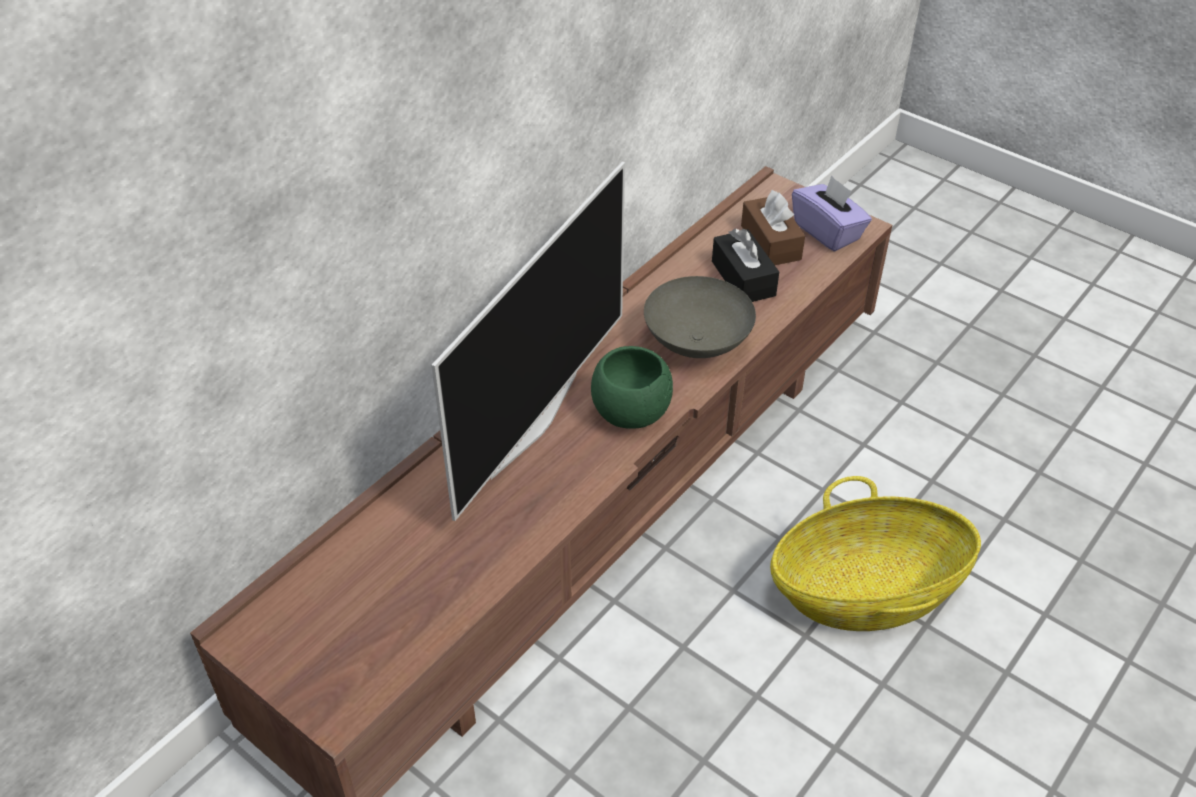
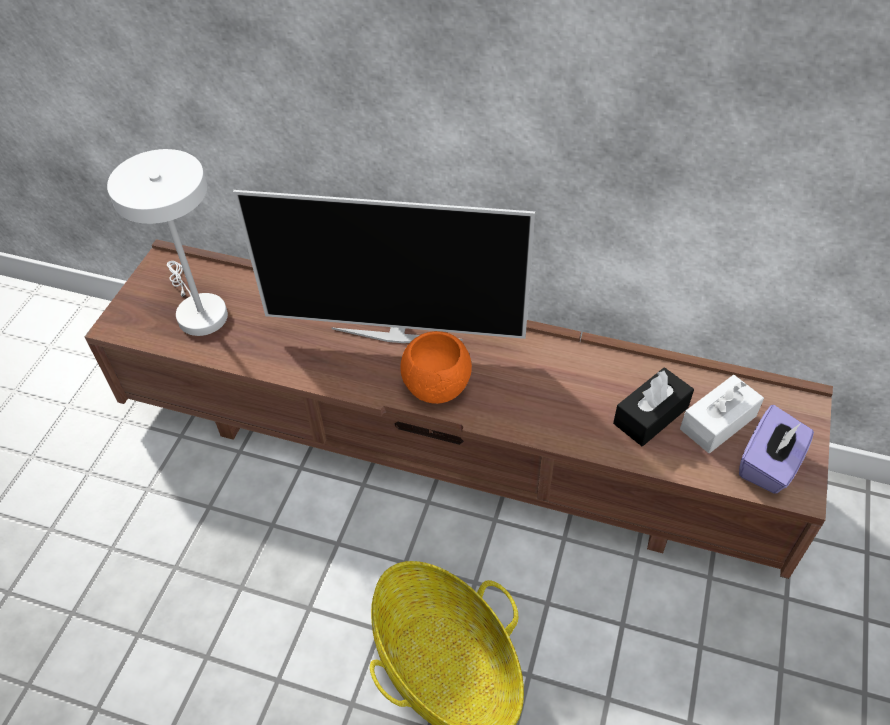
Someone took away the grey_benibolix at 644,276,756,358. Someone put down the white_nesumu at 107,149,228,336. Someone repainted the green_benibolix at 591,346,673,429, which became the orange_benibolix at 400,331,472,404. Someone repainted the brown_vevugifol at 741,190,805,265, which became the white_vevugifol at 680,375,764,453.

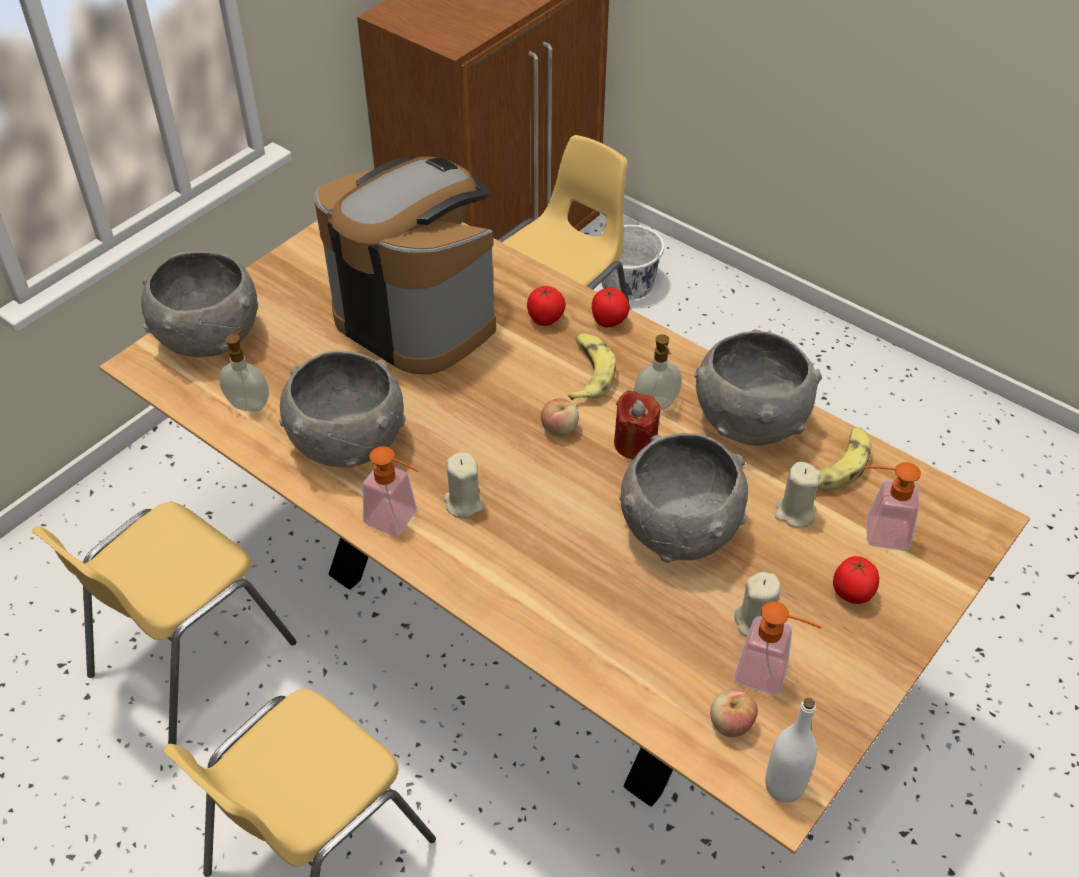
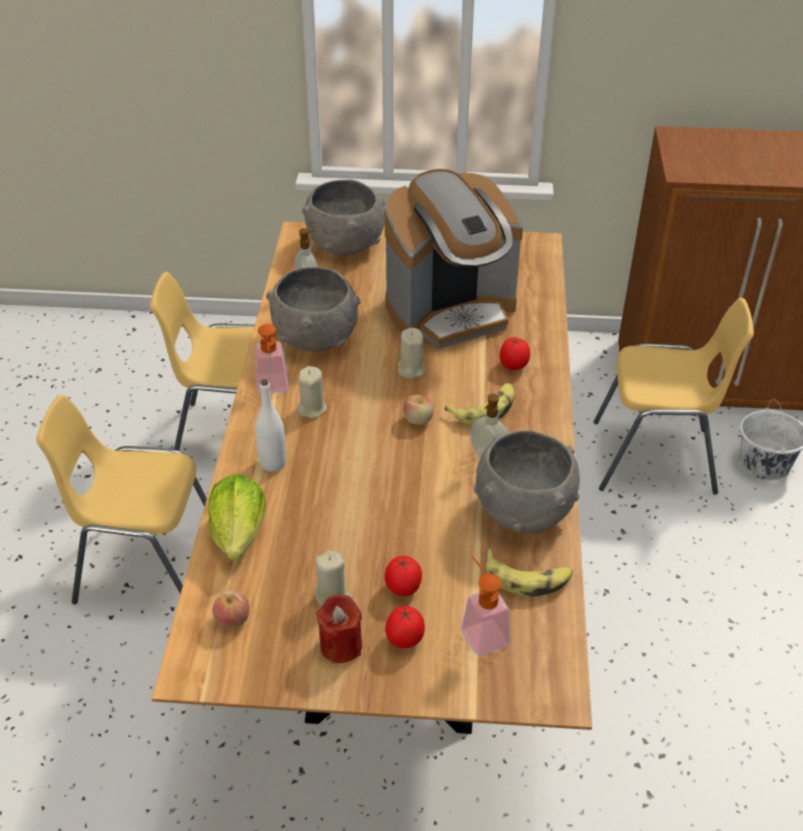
Someone took away the grey_benibolix at 619,433,748,563. Someone took away the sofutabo at 735,601,822,694. Someone put down the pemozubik at 208,474,266,560. Someone carried the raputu from 592,288,630,328 to 385,556,422,596. Someone carried the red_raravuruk from 614,390,660,459 to 316,594,362,663. Someone carried the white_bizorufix from 765,698,817,803 to 255,379,286,472. Someone carried the beige_raravuruk from 775,462,821,528 to 398,328,425,379. Someone rotated the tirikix at 314,157,496,374 by 60 degrees clockwise.

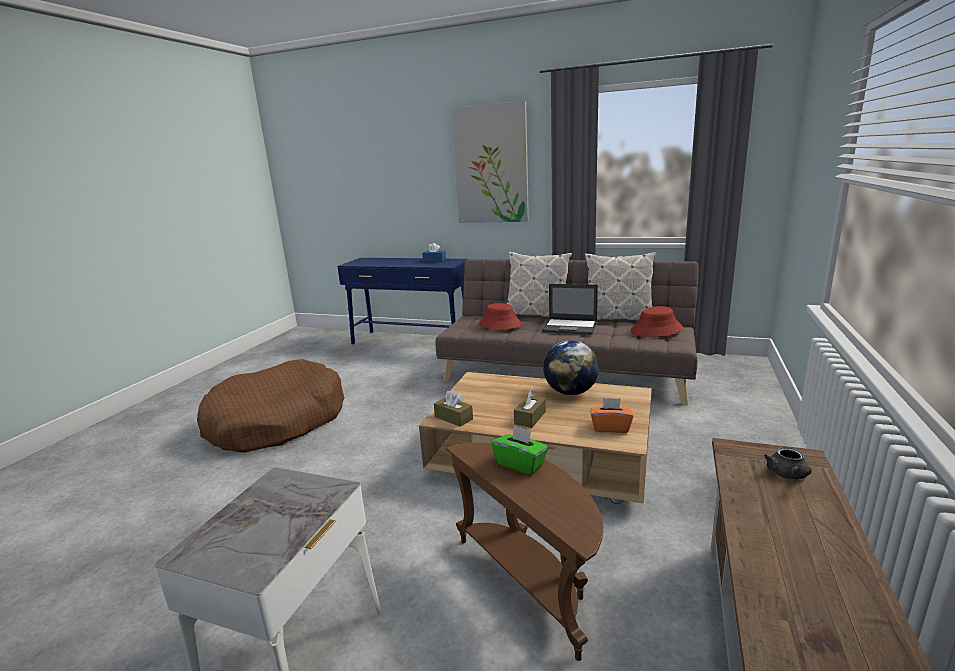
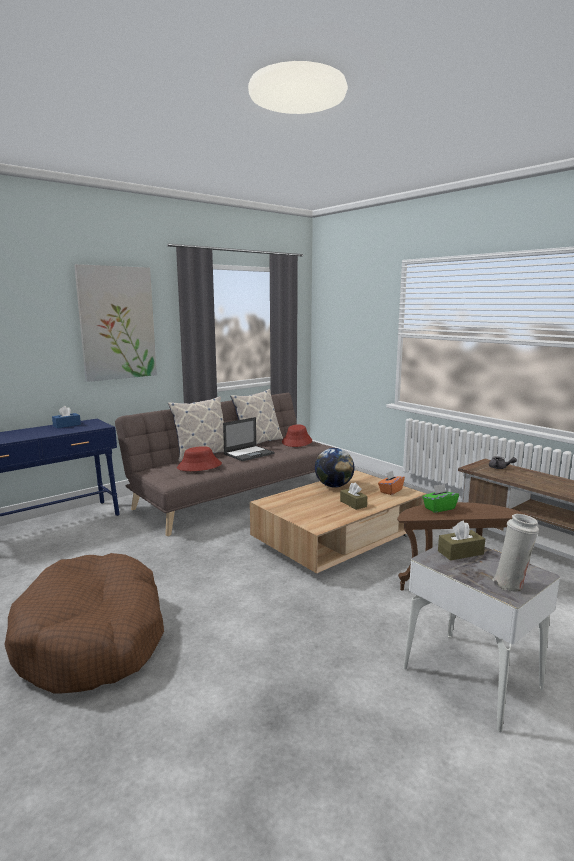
Someone put down the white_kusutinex at 492,514,539,592. Someone carried the brown_vevugifol from 434,390,473,427 to 438,520,485,561.

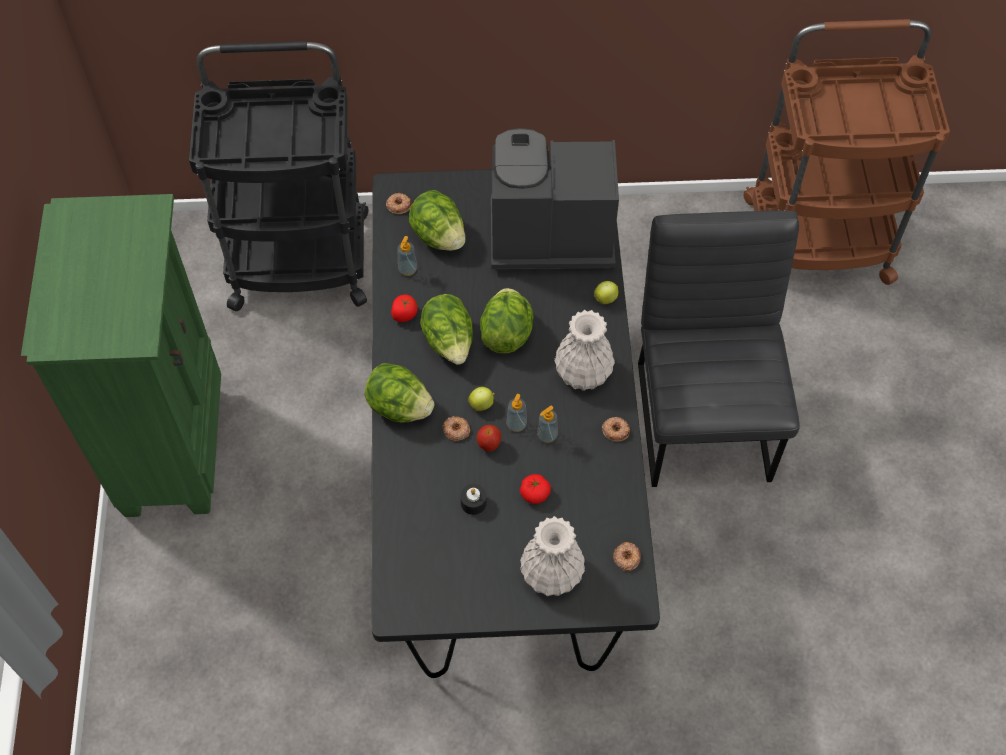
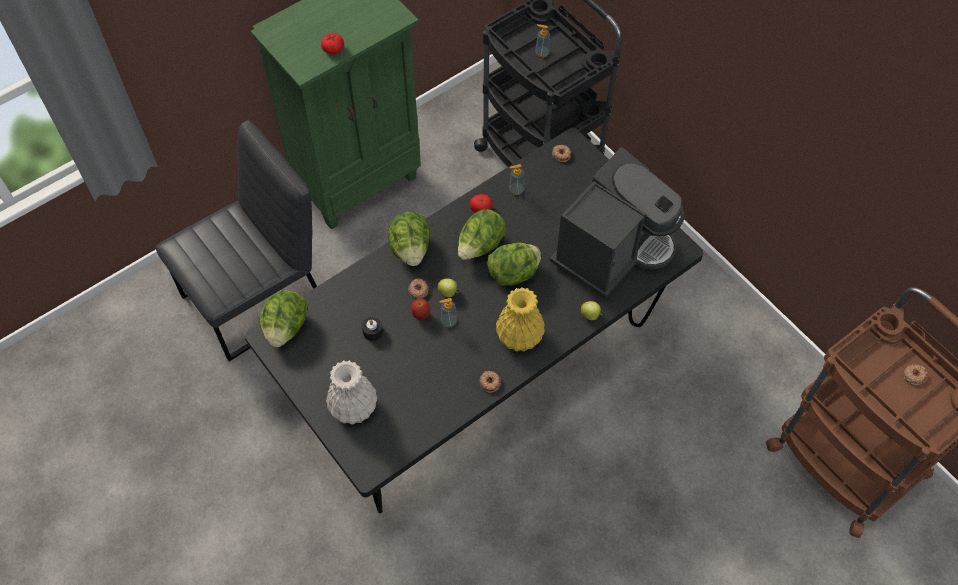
Someone carried the pemozubik from 409,190,465,251 to 260,290,308,347. Someone carried the raputu from 520,474,551,504 to 321,33,344,54. Someone carried the sofutabo from 537,406,558,443 to 535,24,550,58. Someone carried the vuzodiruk from 613,542,641,571 to 904,364,927,385. Someone carried the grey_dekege from 638,210,800,487 to 156,120,317,362. Someone repainted the white_kusutinex at 555,310,615,391, which became the yellow_kusutinex at 496,287,545,352. Someone rotated the tirikix at 491,128,619,269 by 75 degrees clockwise.

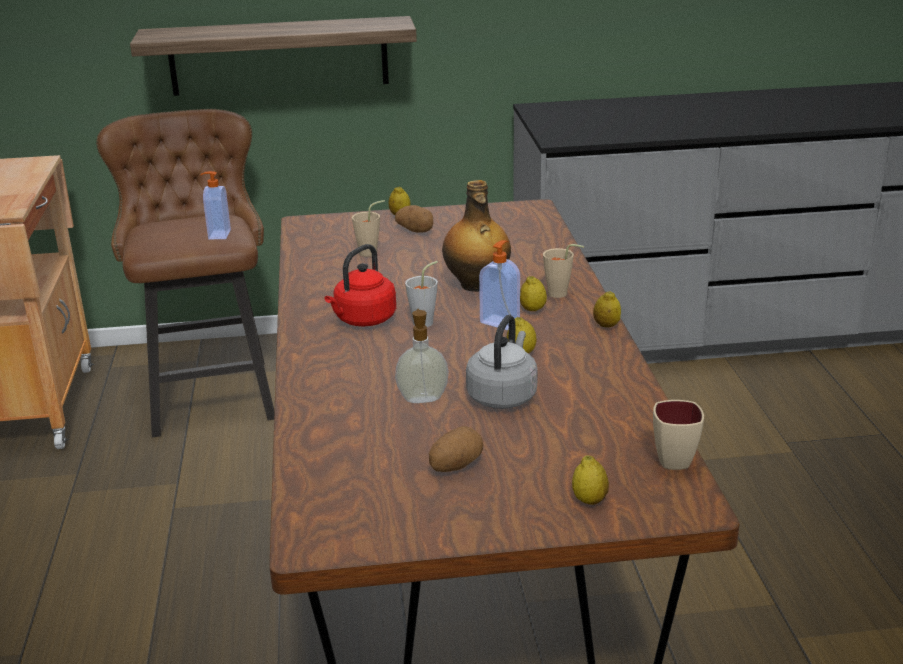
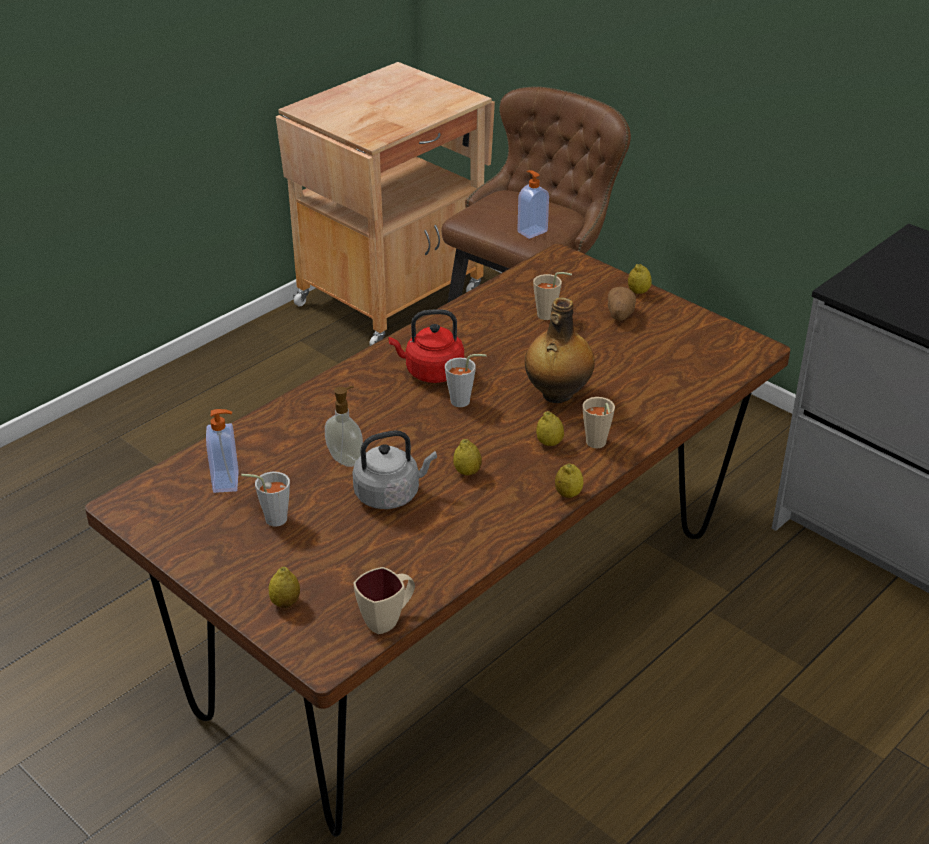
Someone took away the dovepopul at 130,16,417,96. Someone carried the sofutabo from 479,240,520,330 to 206,409,239,493. Someone swapped the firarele at 429,426,483,472 for the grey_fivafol at 241,471,290,527.

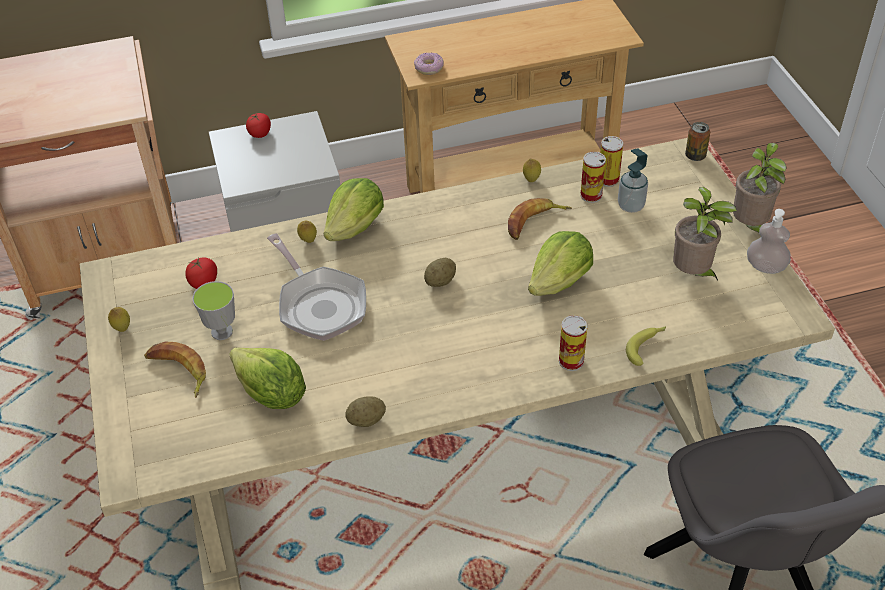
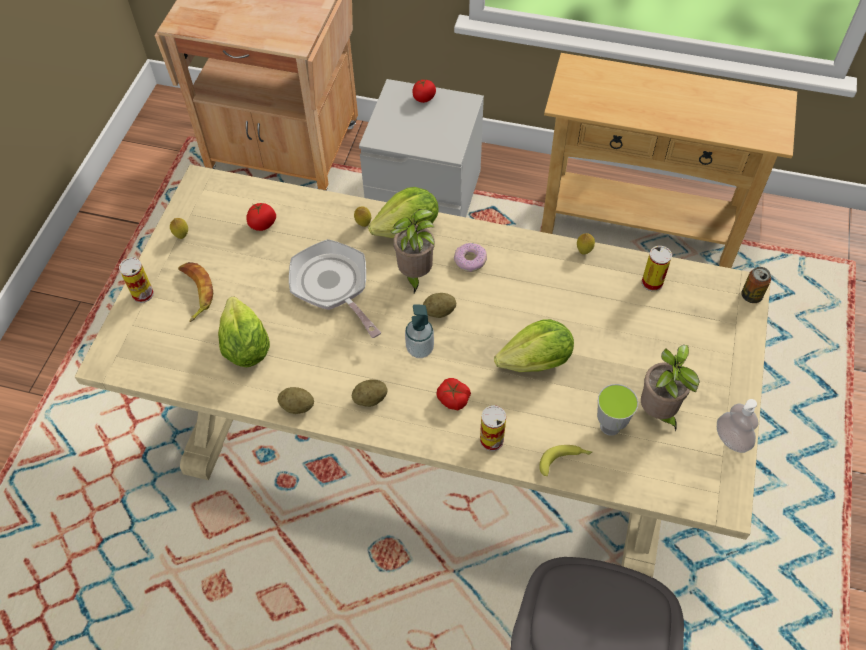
Someone took away the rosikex at 508,198,572,240. Someone put down the firarele at 352,379,387,407. Someone put down the raputu at 436,378,471,410. Someone carried the fivafol from 192,281,235,340 to 597,384,638,436. Someone carried the vuzodiruk from 414,53,444,75 to 454,243,487,272. Someone carried the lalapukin from 580,152,606,203 to 119,257,154,303. Someone carried the sofutabo from 618,148,648,213 to 405,304,434,358. Someone carried the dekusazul from 733,143,787,232 to 390,209,435,293. Someone rotated the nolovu at 267,233,366,341 by 150 degrees clockwise.

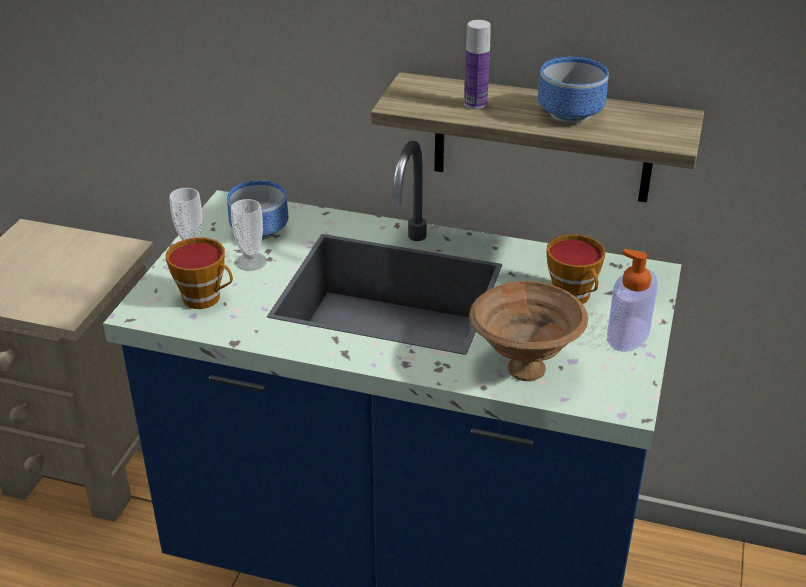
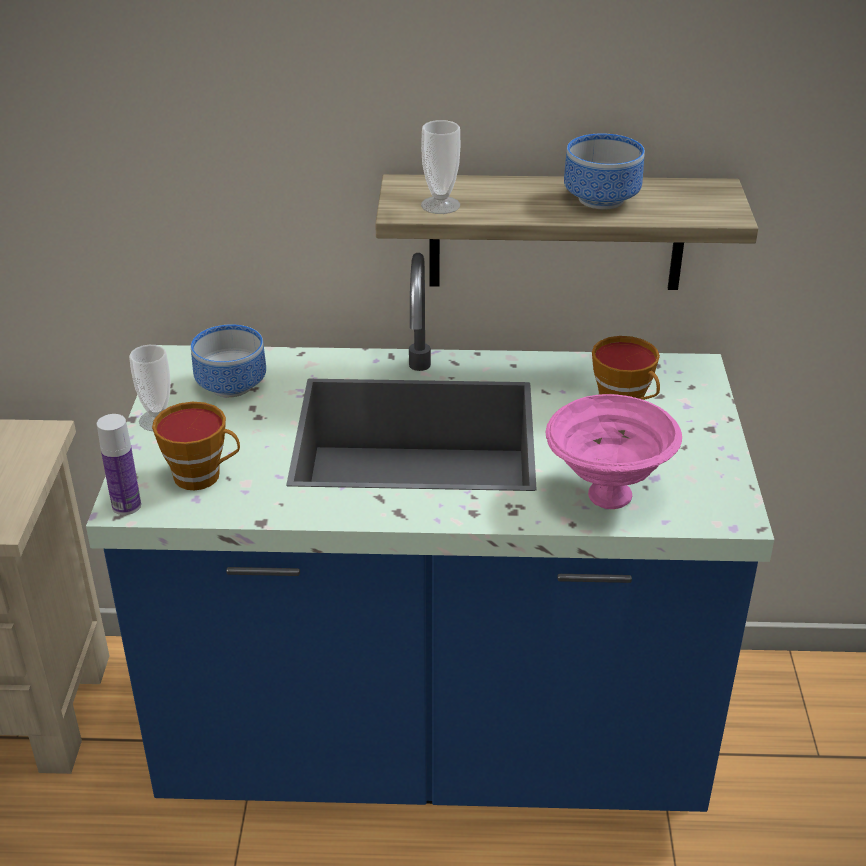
Someone took away the sofutabo at 607,249,658,352. Someone carried the fivafol from 231,199,267,271 to 421,120,461,214. Someone carried the bizorufix from 464,20,491,109 to 97,414,141,515. Someone repainted the brown_benibolix at 469,281,588,381, which became the pink_benibolix at 546,394,682,509.

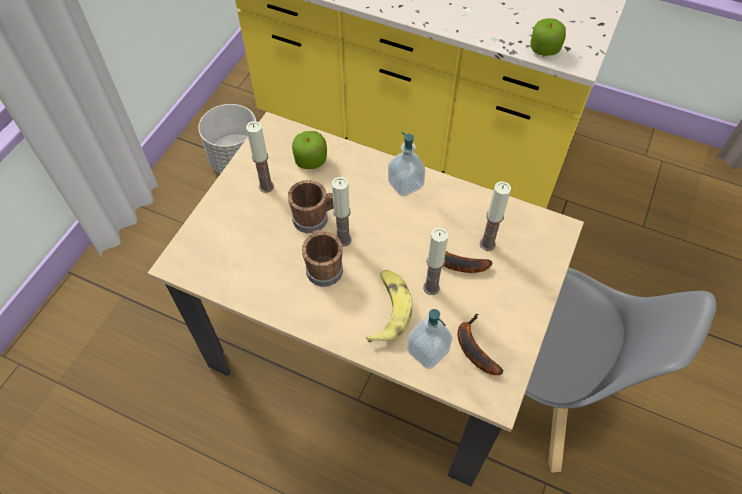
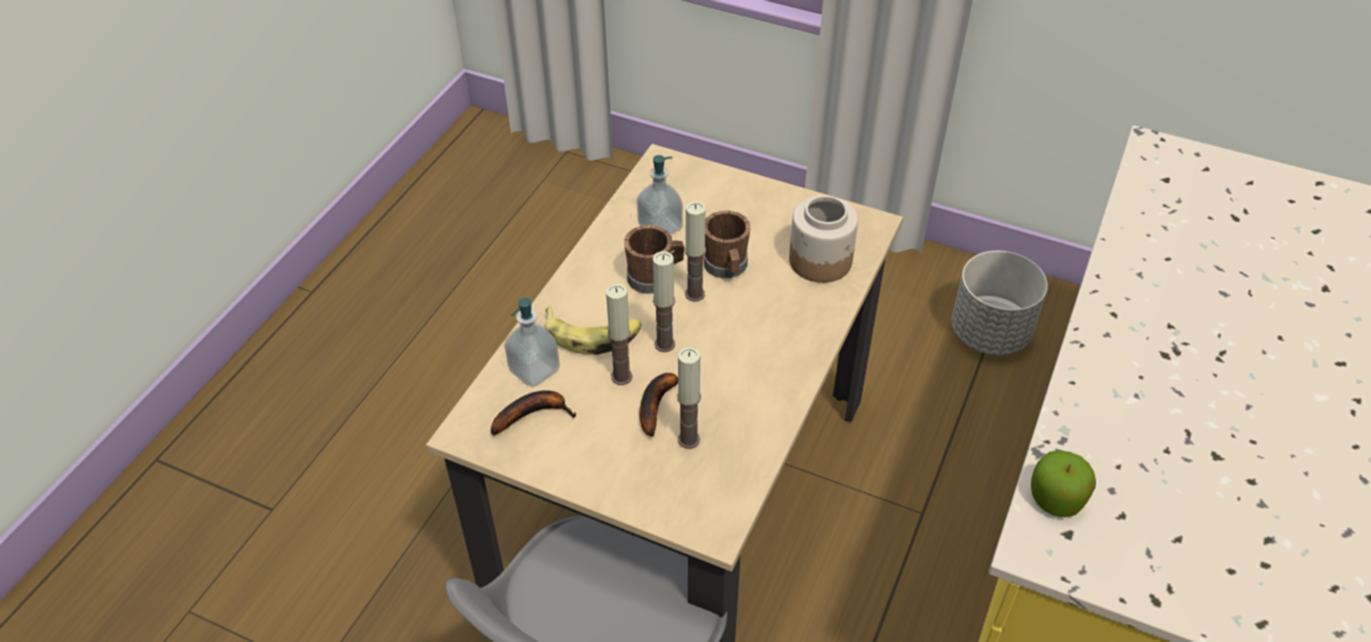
Someone carried the raravuruk from 246,121,274,193 to 653,251,675,352. Someone carried the sofutabo from 388,132,426,196 to 637,155,683,234. Someone swapped the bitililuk at 292,131,327,169 for the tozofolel at 789,196,858,283.

